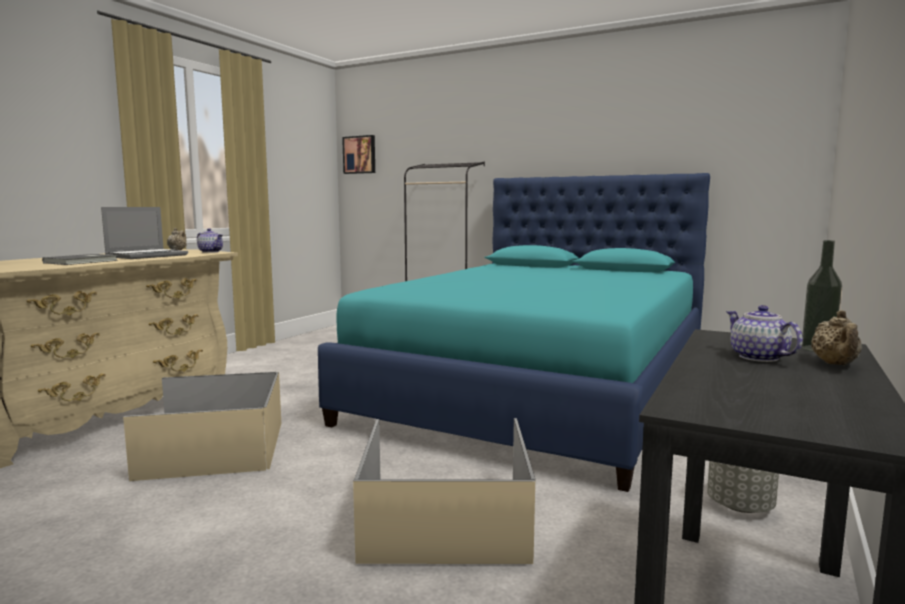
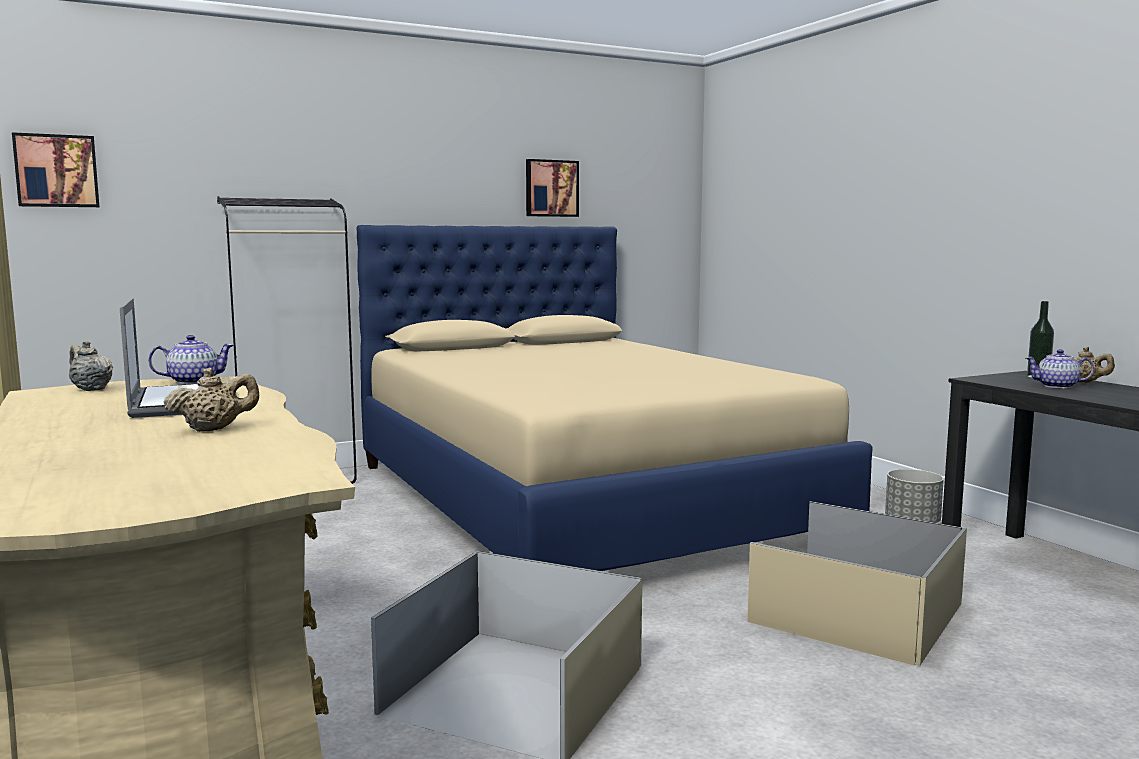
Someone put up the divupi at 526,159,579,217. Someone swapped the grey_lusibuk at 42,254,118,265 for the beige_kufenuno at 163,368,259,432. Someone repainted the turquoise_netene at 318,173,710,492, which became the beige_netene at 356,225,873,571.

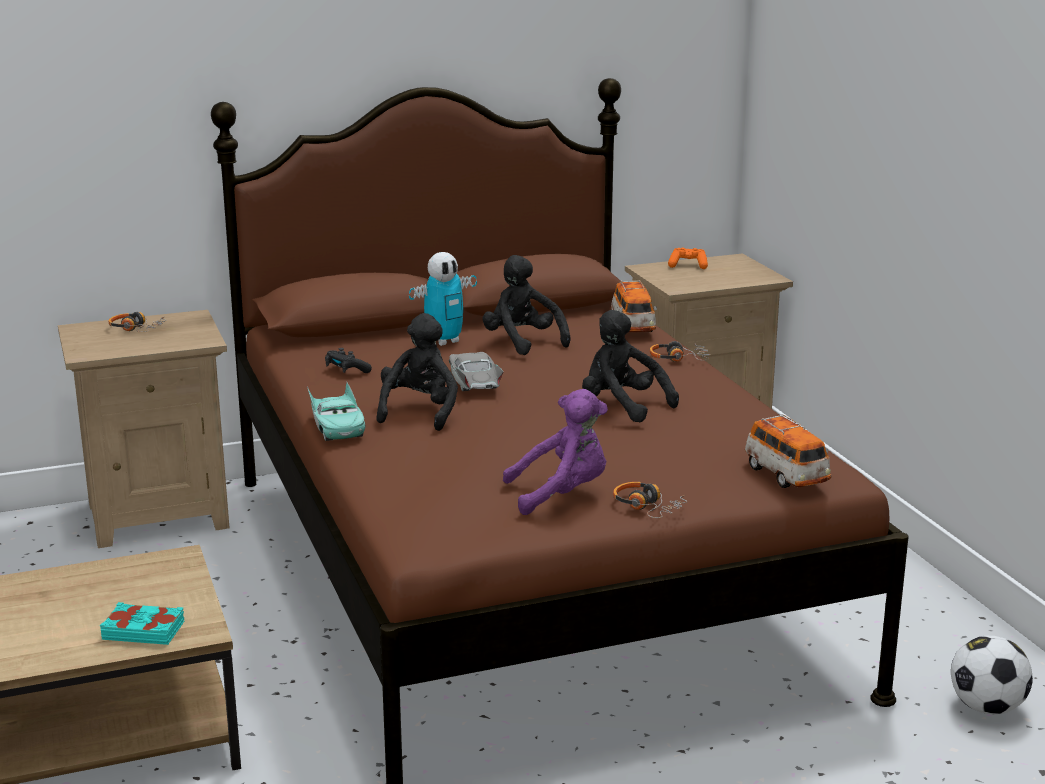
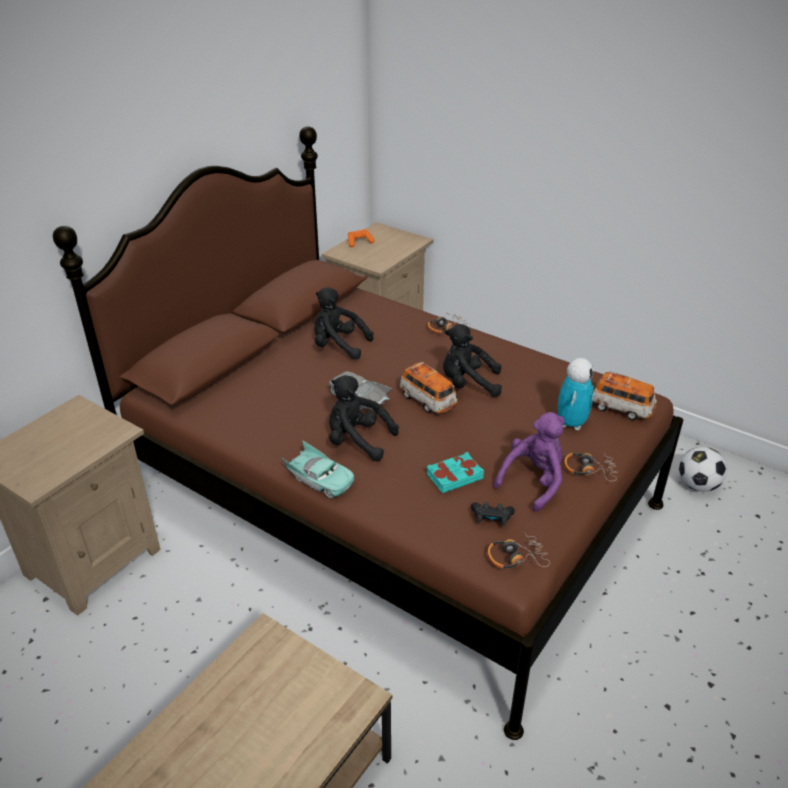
Someone carried the turquoise_lusibuk from 100,602,184,645 to 427,452,484,493. Someone carried the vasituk from 109,312,165,332 to 487,532,550,569. Someone carried the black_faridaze from 325,348,372,373 to 471,502,515,526. Someone carried the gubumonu from 409,252,477,346 to 558,358,594,430. Someone carried the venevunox from 611,280,657,332 to 399,362,458,414. Someone rotated the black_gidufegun at 377,313,458,431 by 45 degrees counterclockwise.

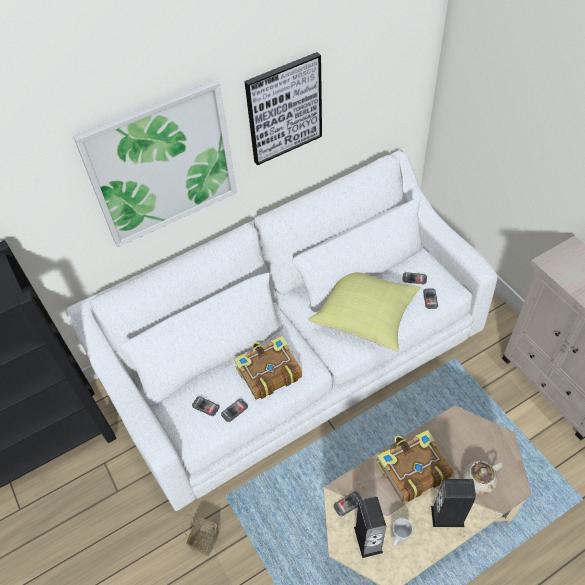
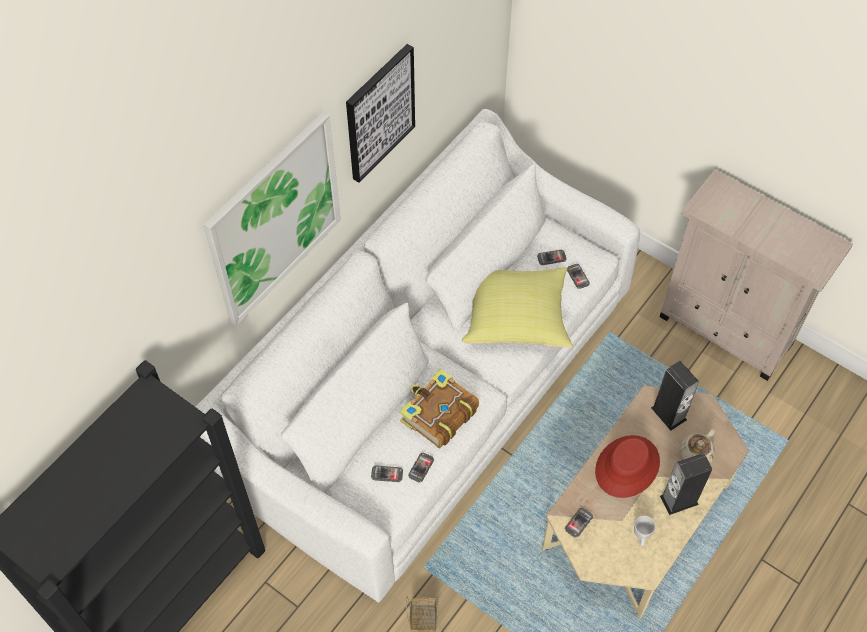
Someone carried the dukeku from 354,497,386,558 to 651,361,699,430. Someone swapped the lusibuk at 376,430,453,503 for the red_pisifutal at 595,435,660,498.

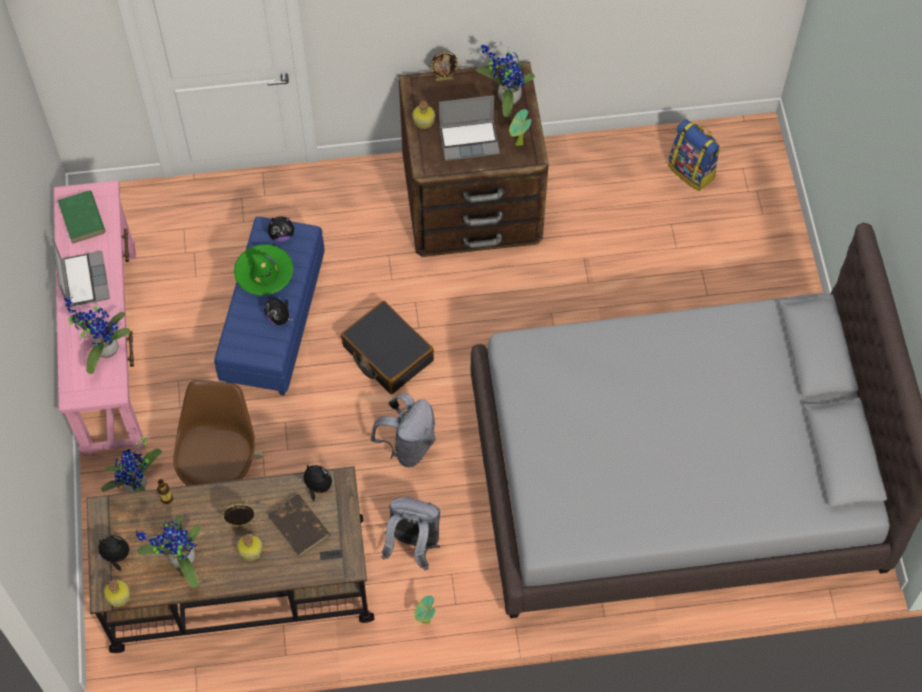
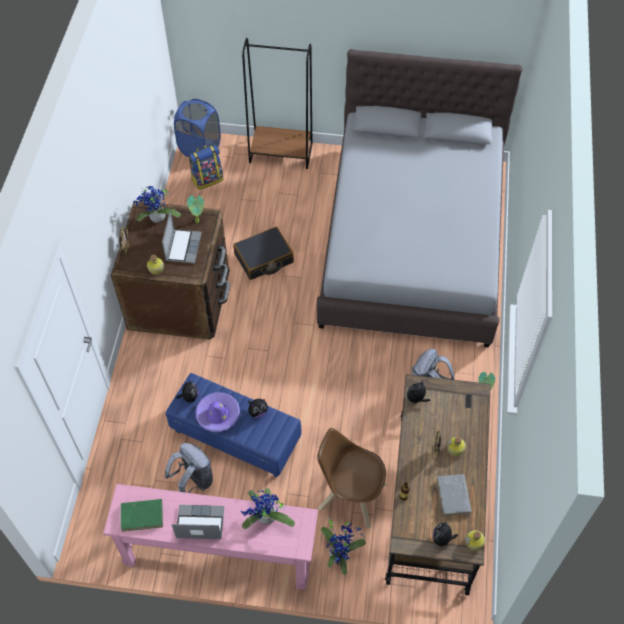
Someone took away the brown_lusibuk at 268,494,330,558. Someone put down the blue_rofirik at 174,99,221,157. Someone put down the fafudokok at 242,38,312,169. Someone carried the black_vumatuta from 341,301,434,394 to 233,227,294,280. Someone carried the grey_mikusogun from 370,393,436,467 to 165,443,213,493. Someone swapped the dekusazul at 135,516,201,588 for the grey_lusibuk at 437,474,472,516. Someone repainted the green_pisifutal at 234,244,294,295, which became the purple_pisifutal at 195,392,240,432.

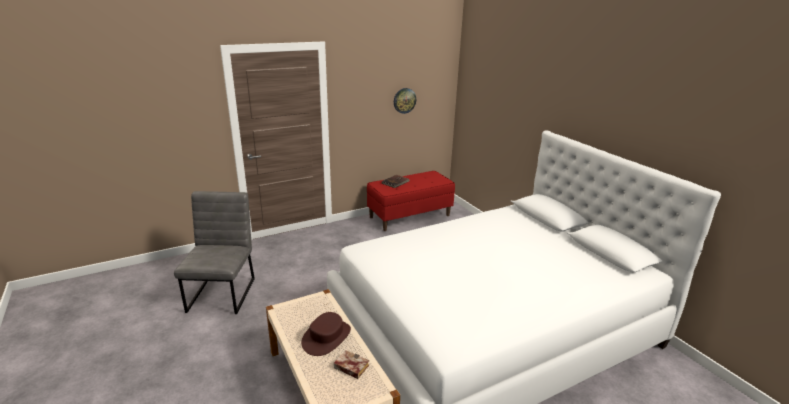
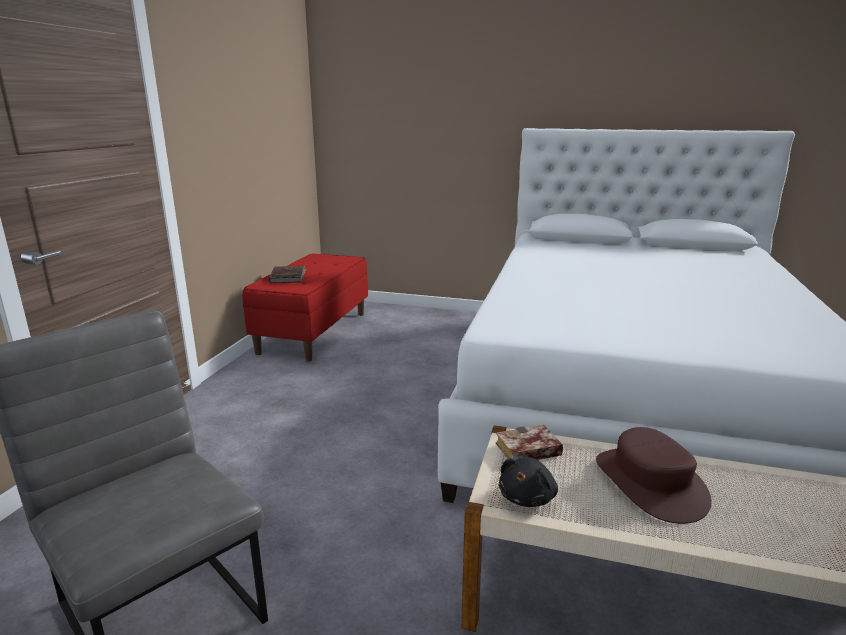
Someone took away the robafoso at 394,88,416,114. Someone put down the black_gidufegun at 499,457,558,507. Someone carried the lusibuk from 334,350,369,379 to 496,425,563,460.

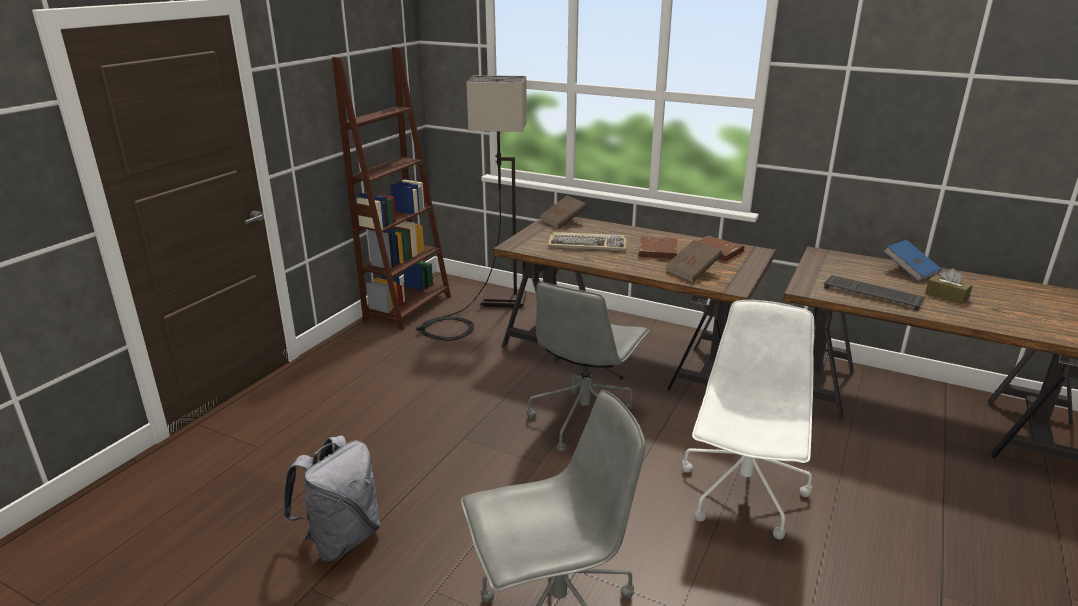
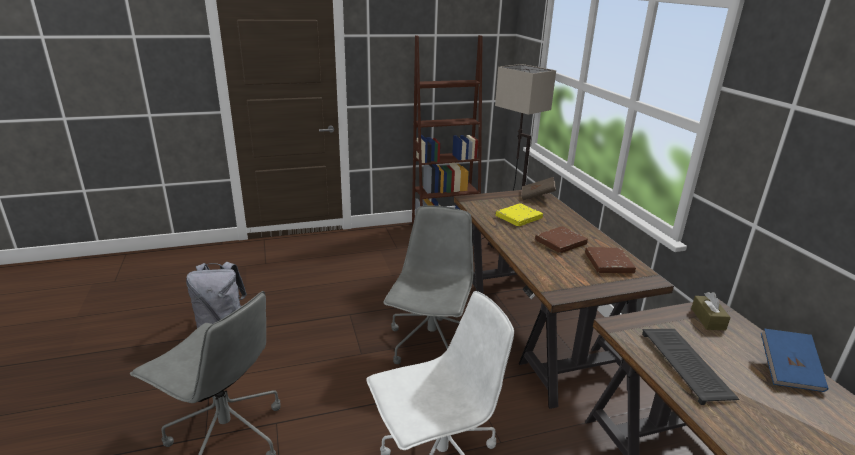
Someone took away the brown_lusibuk at 665,240,723,282. Someone carried the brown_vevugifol from 925,268,973,304 to 691,292,731,330. Someone swapped the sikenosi at 548,232,626,250 for the yellow_lusibuk at 496,203,543,226. Someone rotated the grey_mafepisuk at 527,281,650,453 by 120 degrees clockwise.

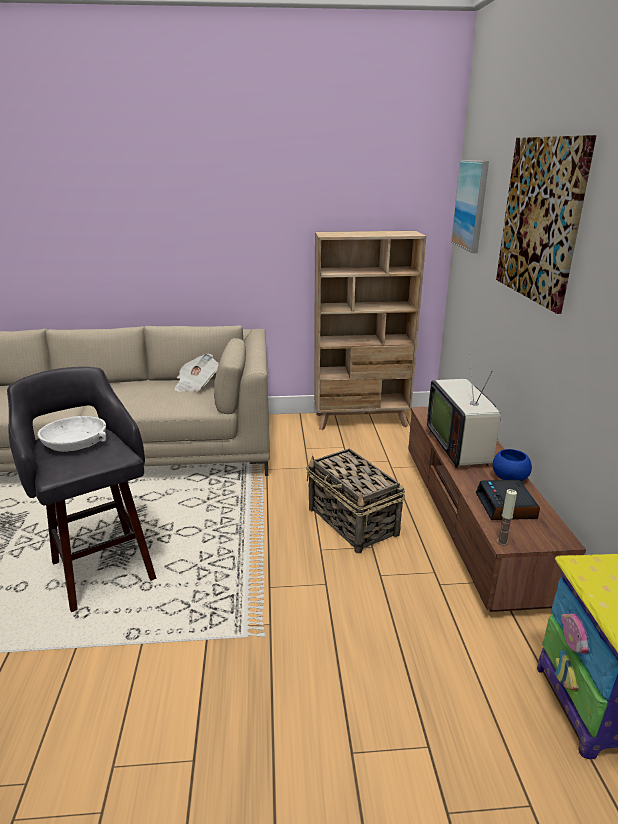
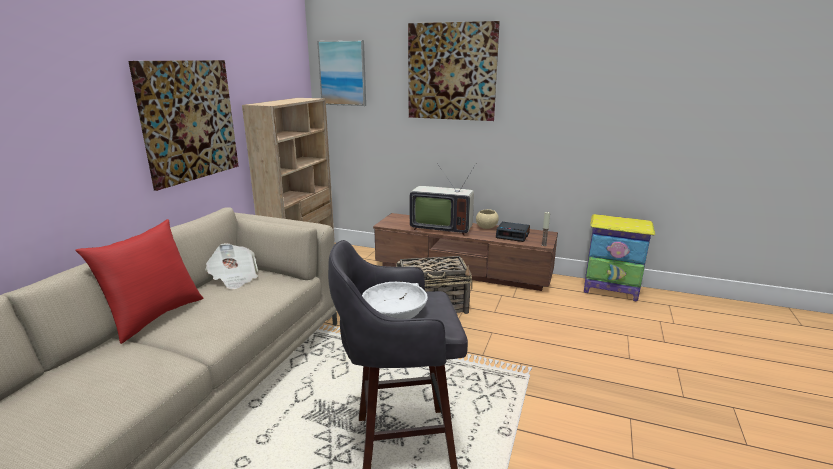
Someone put down the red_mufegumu at 75,219,204,344. Someone put up the divupi at 128,60,239,191. Someone repainted the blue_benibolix at 493,449,532,481, which became the beige_benibolix at 476,209,499,229.

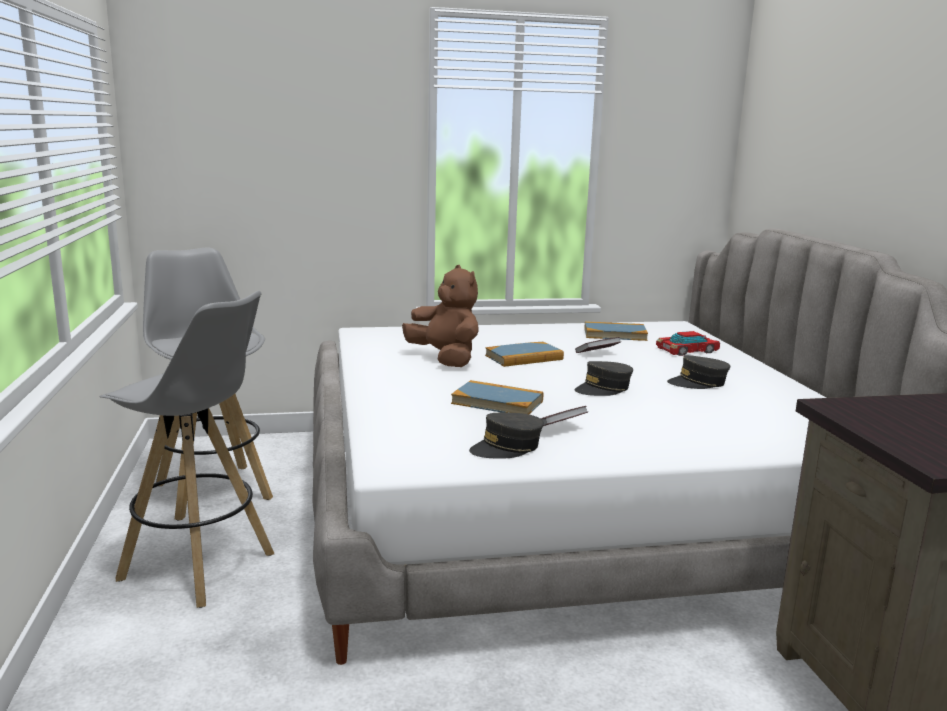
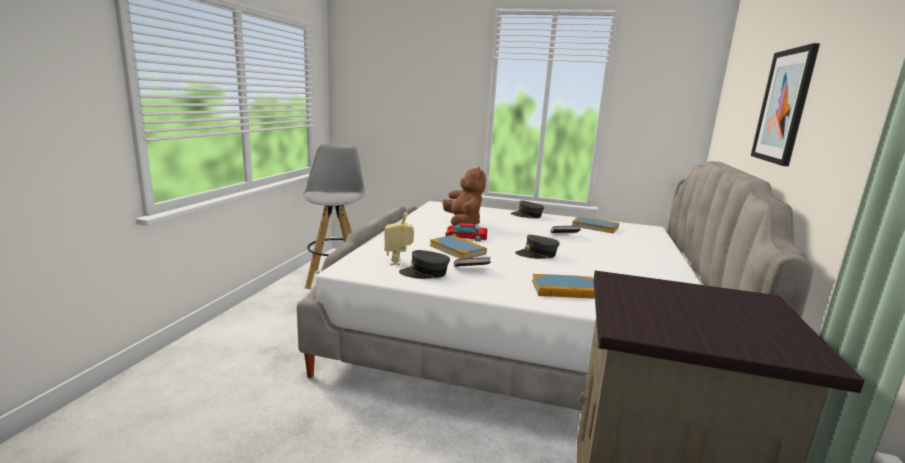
Someone took away the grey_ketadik at 100,290,274,608. Someone put down the gubumonu at 385,211,414,265. Someone put up the divupi at 751,43,820,166. Someone carried the lusibuk from 485,342,564,367 to 532,274,595,299. Someone carried the venevunox from 656,331,720,356 to 446,223,487,241. Someone carried the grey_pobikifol from 667,355,730,389 to 511,200,544,218.

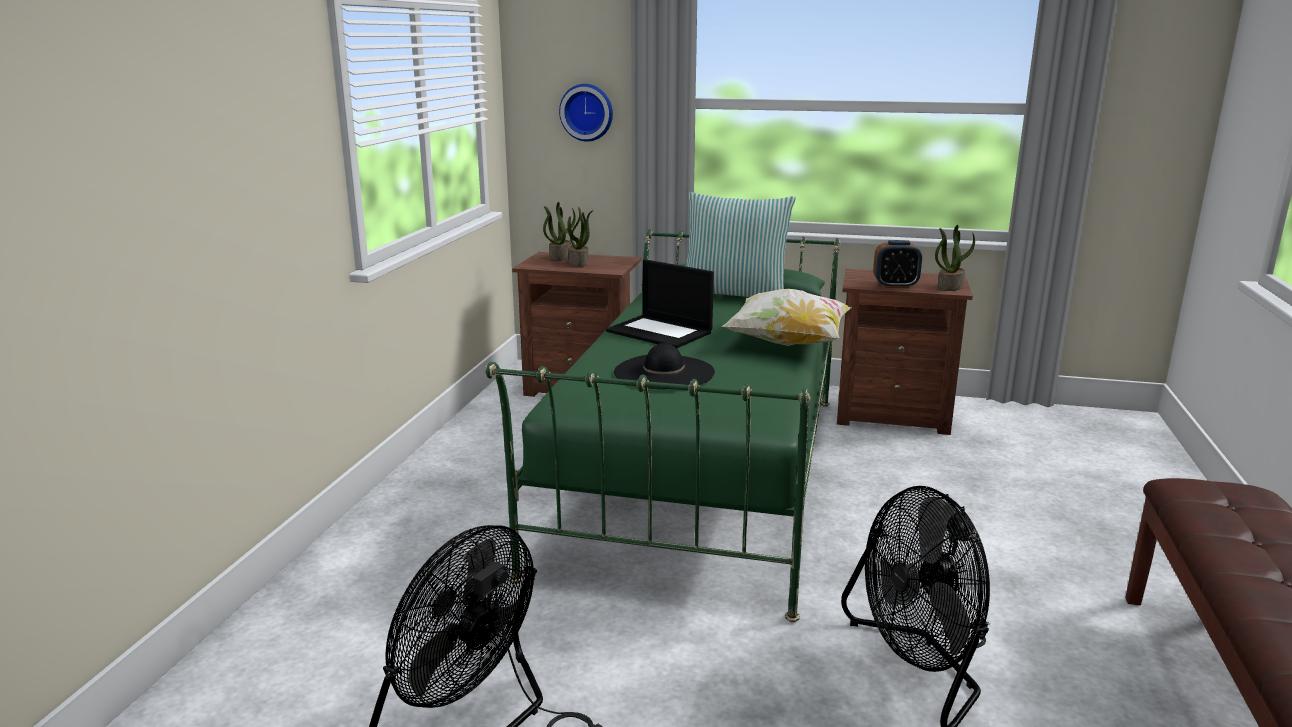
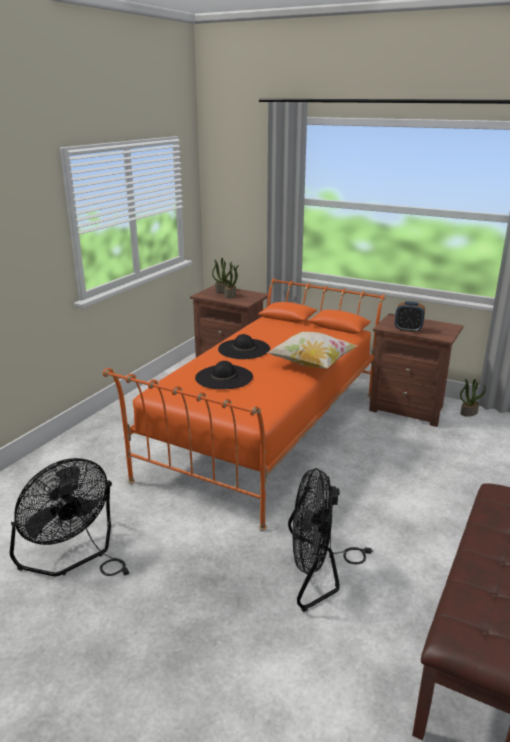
Someone took away the robafoso at 559,84,613,141. Someone took away the mufegumu at 686,192,796,297. Someone carried the dekusazul from 935,225,975,291 to 460,379,486,417. Someone swapped the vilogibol at 606,259,714,348 for the black_pisifutal at 218,334,270,359. Someone repainted the green_netene at 485,229,840,622, which became the orange_netene at 103,278,386,531.

